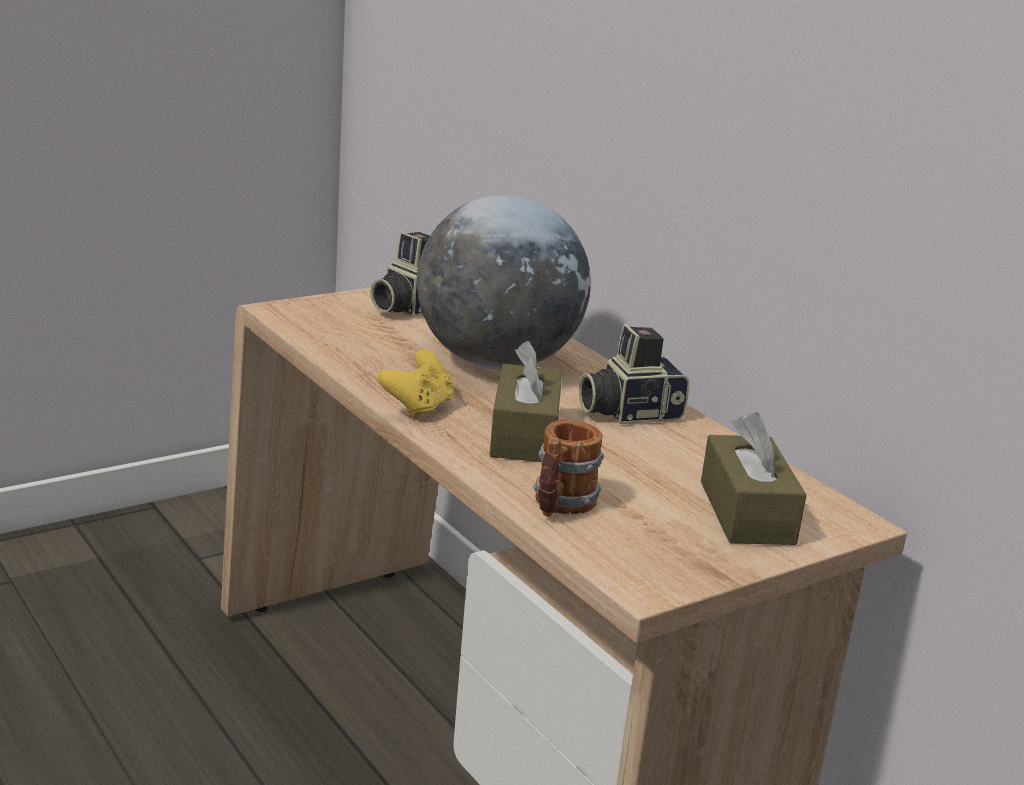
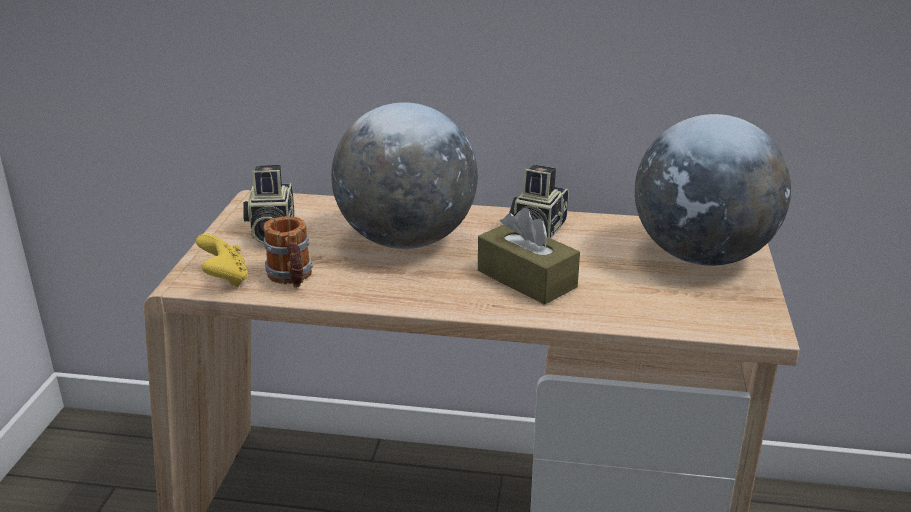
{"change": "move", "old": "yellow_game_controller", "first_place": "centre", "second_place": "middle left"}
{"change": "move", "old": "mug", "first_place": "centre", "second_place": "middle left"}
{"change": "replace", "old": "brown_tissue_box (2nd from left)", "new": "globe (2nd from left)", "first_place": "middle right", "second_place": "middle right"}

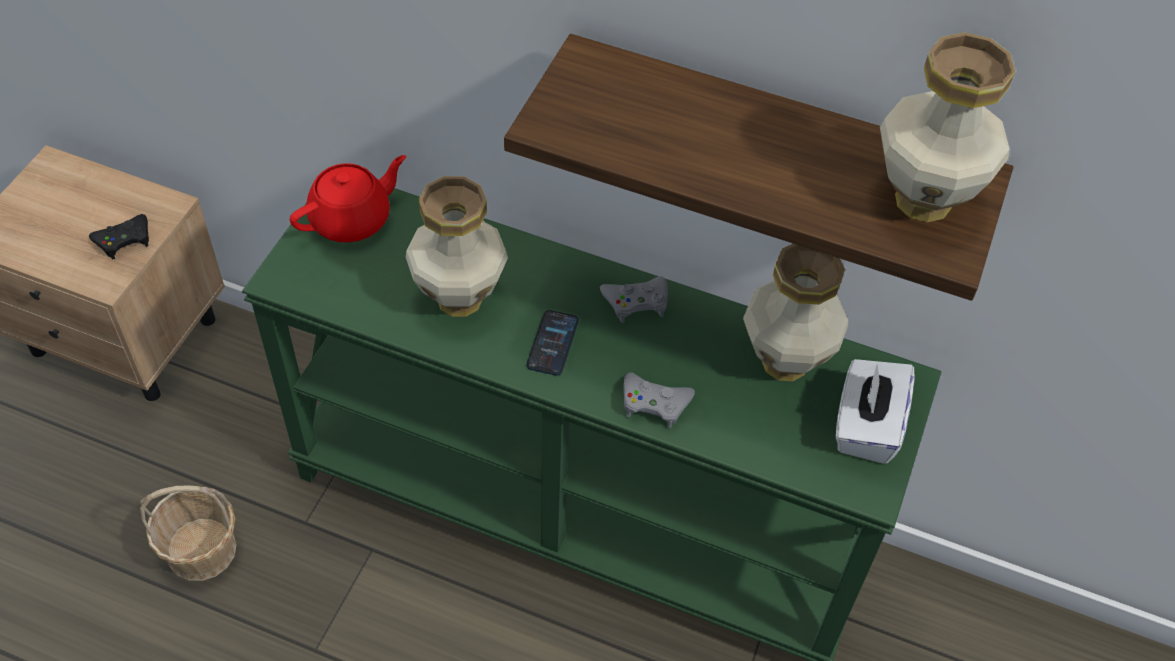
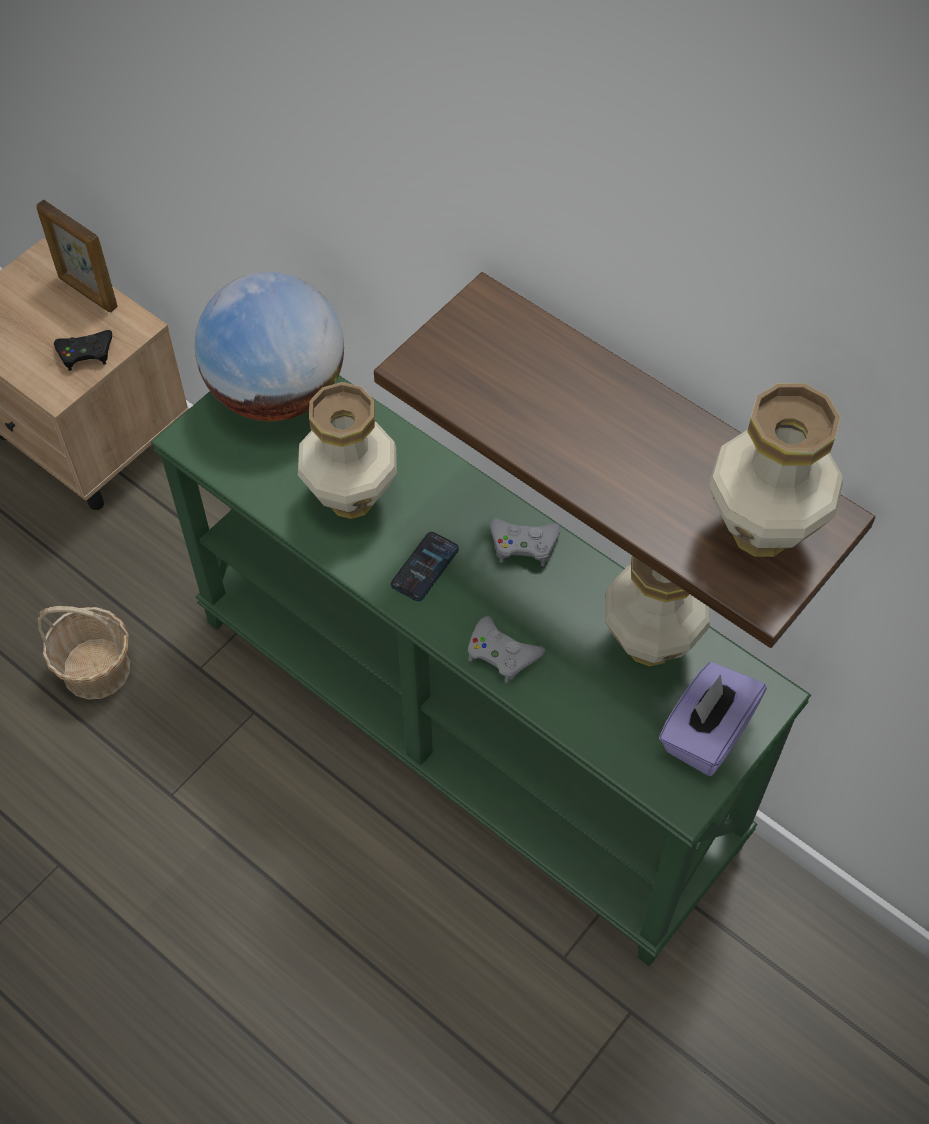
{"change": "replace", "old": "red_teapot", "new": "globe", "first_place": "top left", "second_place": "top left"}
{"change": "recolor", "old": "white_tissue_box", "new": "purple_tissue_box", "first_place": "middle right", "second_place": "middle right"}
{"change": "insert", "new": "picture_frame", "second_place": "top left"}

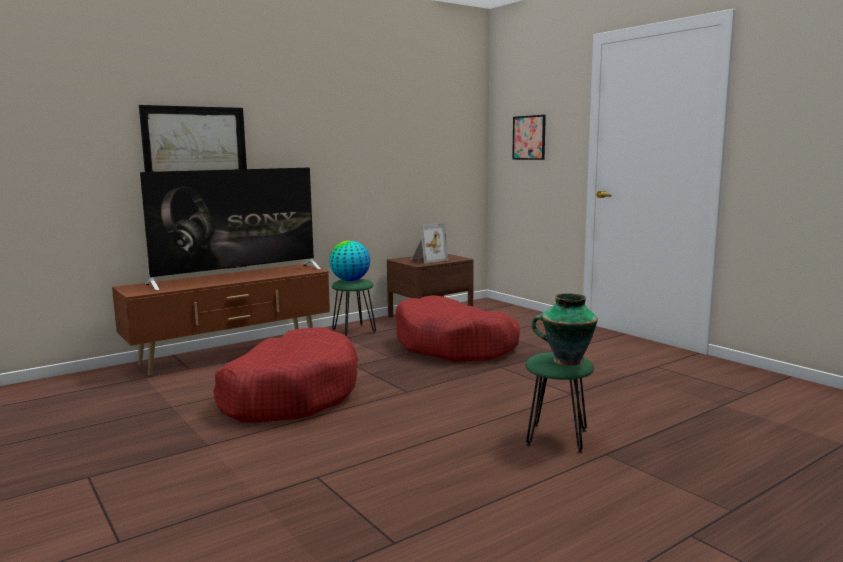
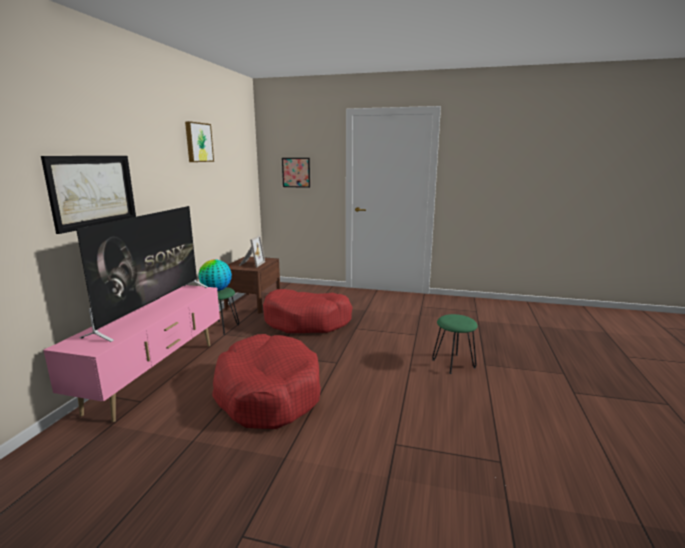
{"change": "recolor", "old": "brown_tv_stand", "new": "pink_tv_stand", "first_place": "middle left", "second_place": "middle left"}
{"change": "delete", "old": "vase", "first_place": "middle right"}
{"change": "insert", "new": "picture (2nd from left)", "second_place": "top left"}

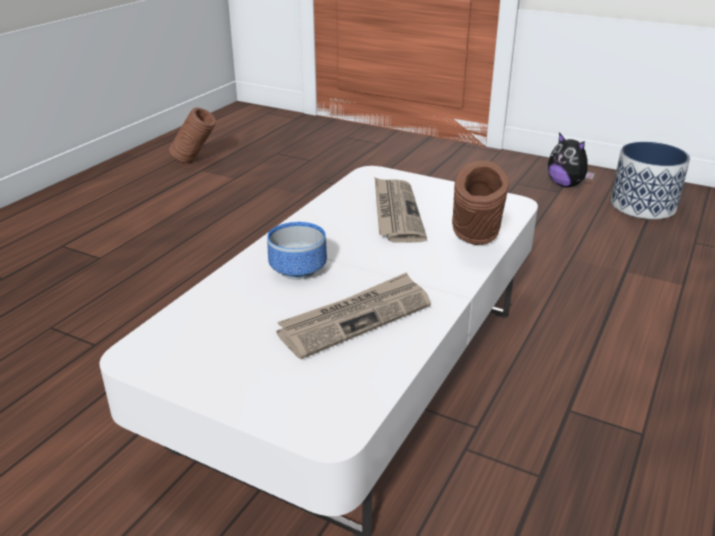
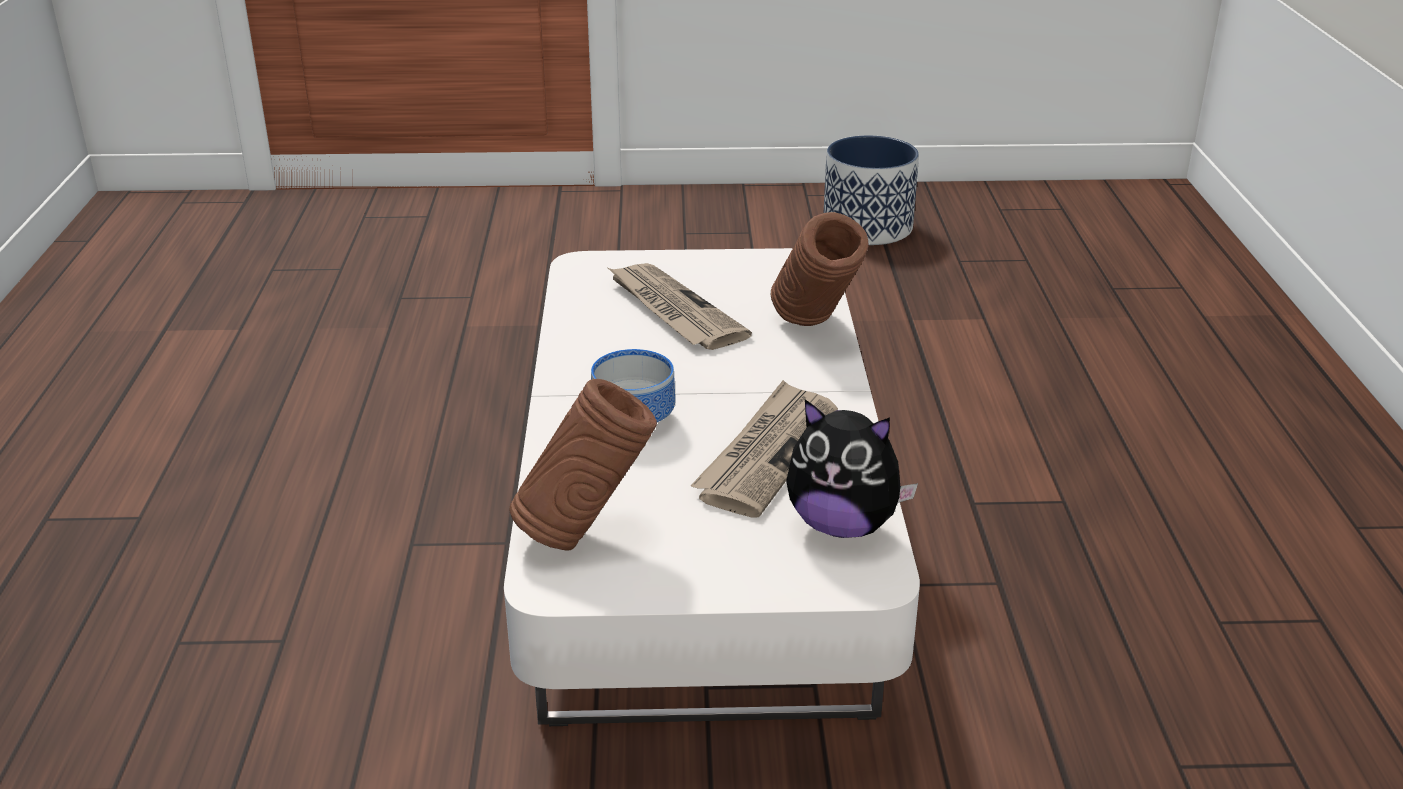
{"change": "move", "old": "brown_vase (1st from left)", "first_place": "top left", "second_place": "centre"}
{"change": "move", "old": "plush_toy", "first_place": "top right", "second_place": "centre"}

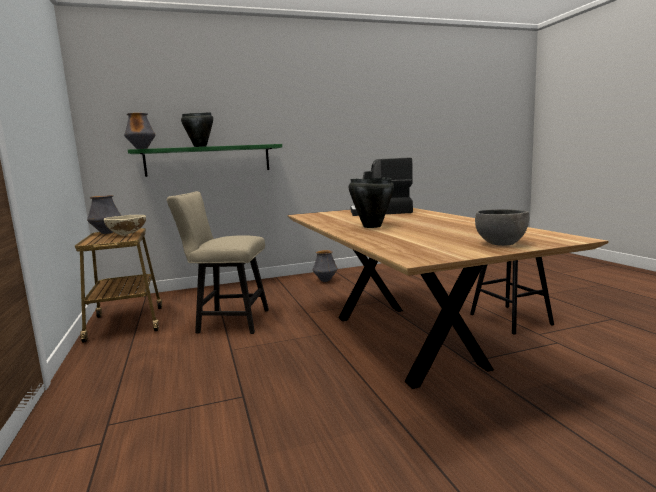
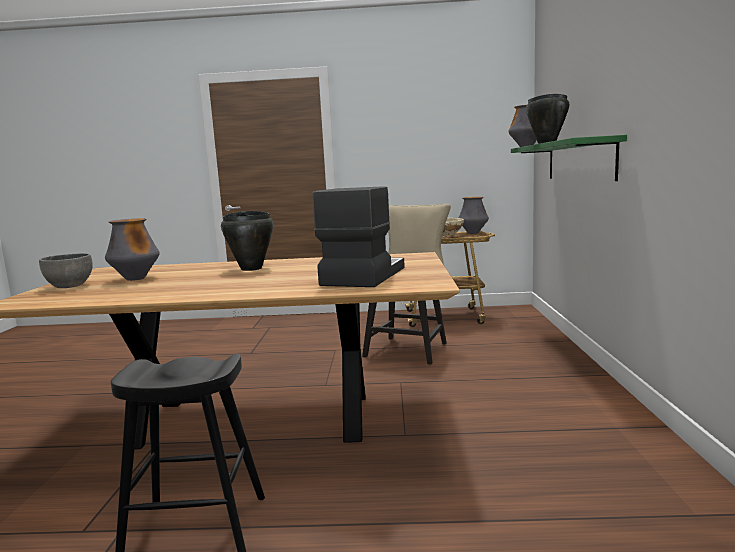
{"change": "move", "old": "vase (3rd from left in the first image)", "new": "vase (1st from left)", "first_place": "centre", "second_place": "middle left"}

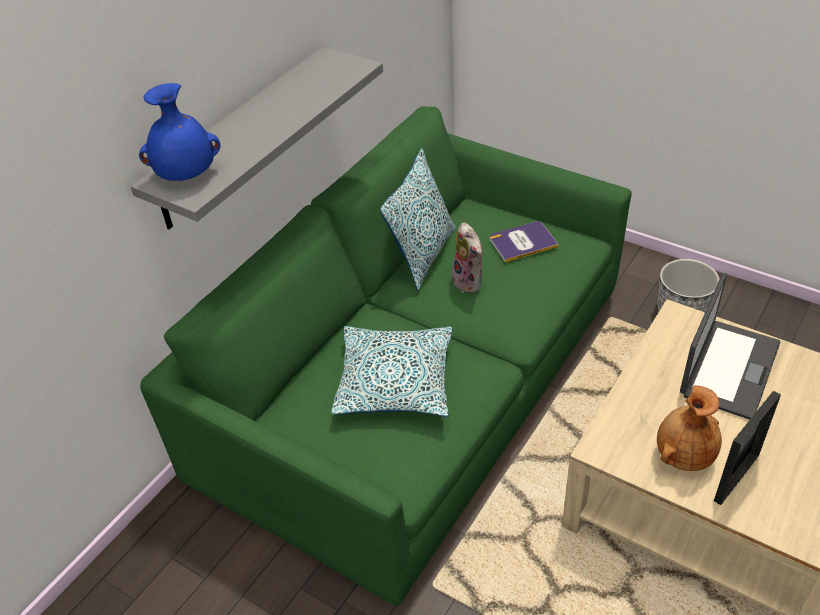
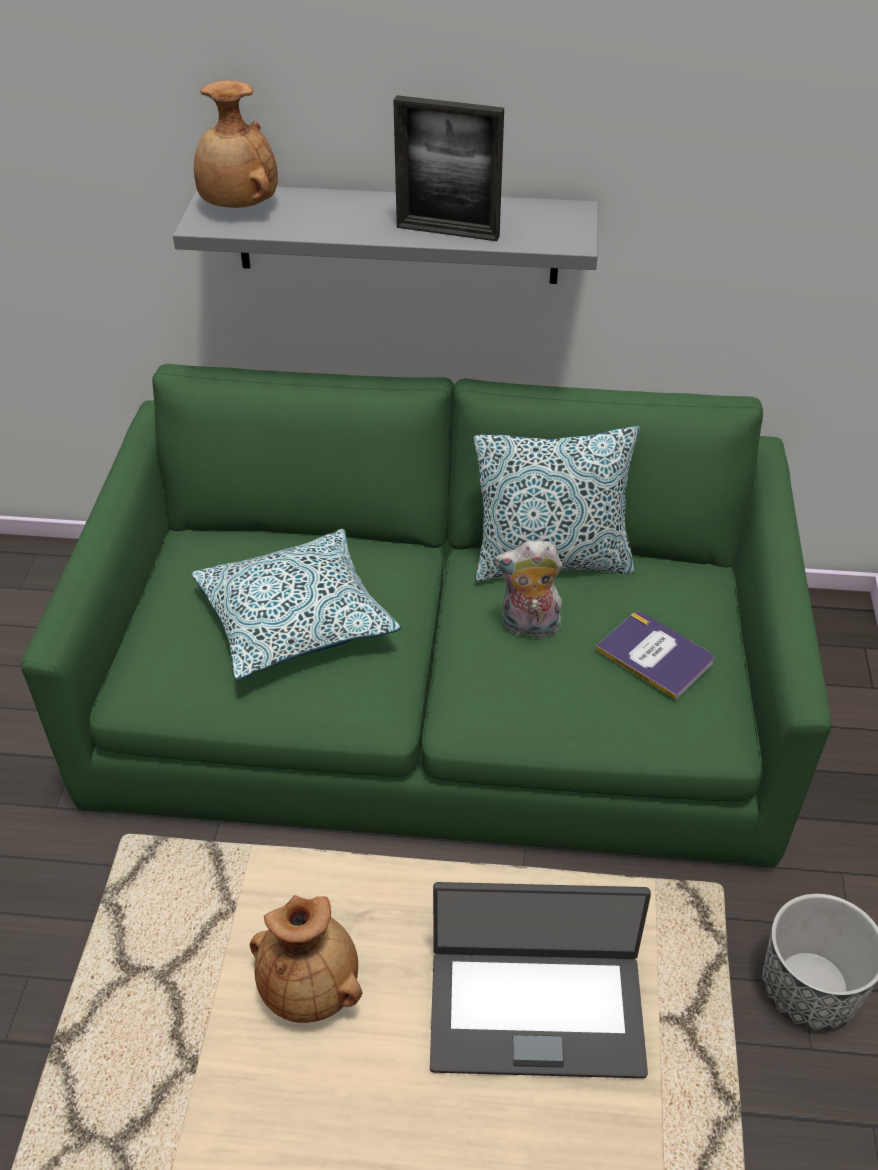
{"change": "recolor", "old": "blue_vase", "new": "brown_vase (1st from left)", "first_place": "top left", "second_place": "top left"}
{"change": "rotate", "old": "plush_toy", "first_place": "centre", "second_place": "centre", "degrees": 60}
{"change": "move", "old": "picture_frame", "first_place": "bottom right", "second_place": "top centre"}

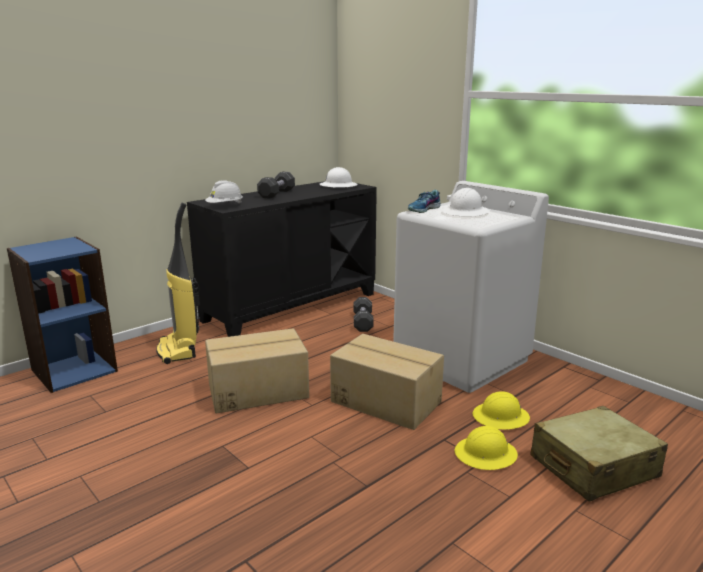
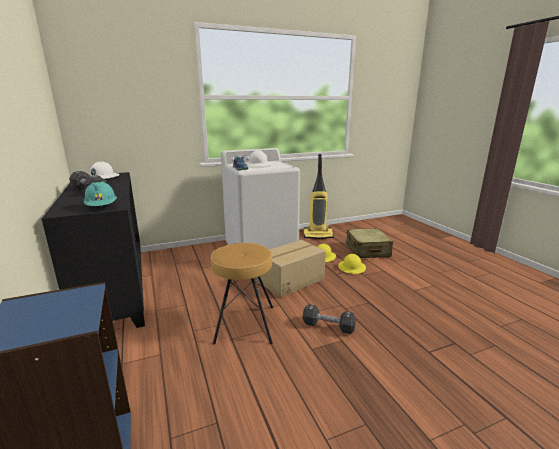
{"change": "move", "old": "vacuum_cleaner", "first_place": "middle left", "second_place": "centre"}
{"change": "recolor", "old": "white_hard_hat (1st from left)", "new": "turquoise_hard_hat", "first_place": "middle left", "second_place": "middle left"}
{"change": "replace", "old": "cardboard_box (1st from left)", "new": "brown_stool", "first_place": "centre", "second_place": "centre"}
{"change": "move", "old": "black_dumbbell (2nd from left)", "first_place": "centre", "second_place": "bottom centre"}

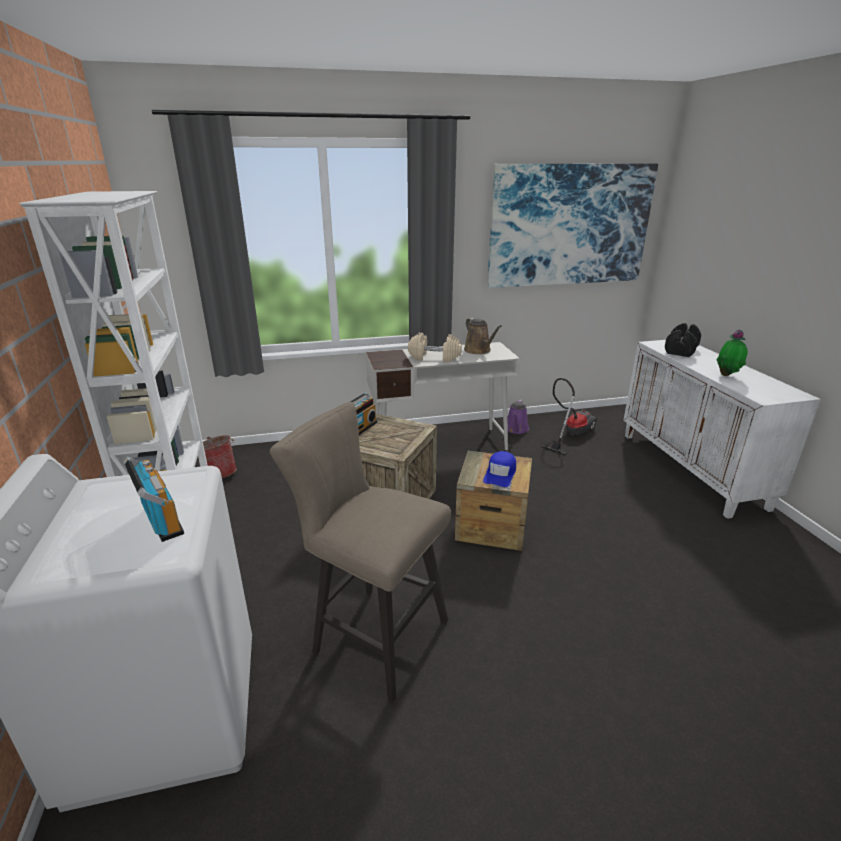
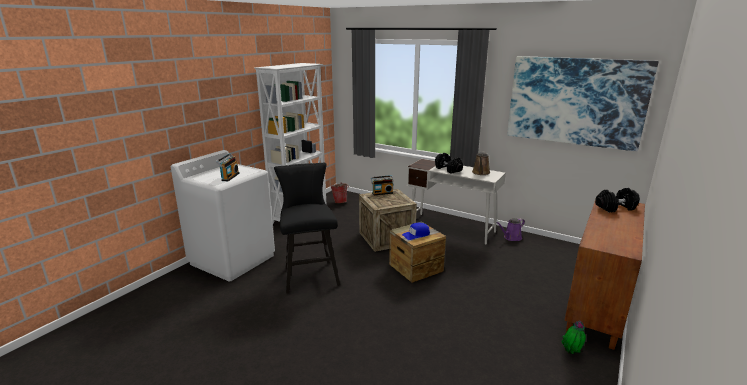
{"change": "recolor", "old": "beige_stool", "new": "black_stool", "first_place": "centre", "second_place": "centre"}
{"change": "recolor", "old": "beige_dumbbell", "new": "black_dumbbell (1st from left)", "first_place": "centre", "second_place": "centre"}
{"change": "delete", "old": "vacuum_cleaner", "first_place": "middle right"}
{"change": "recolor", "old": "white_cabinet", "new": "brown_cabinet", "first_place": "middle right", "second_place": "bottom right"}
{"change": "move", "old": "potted_plant", "first_place": "middle right", "second_place": "bottom right"}

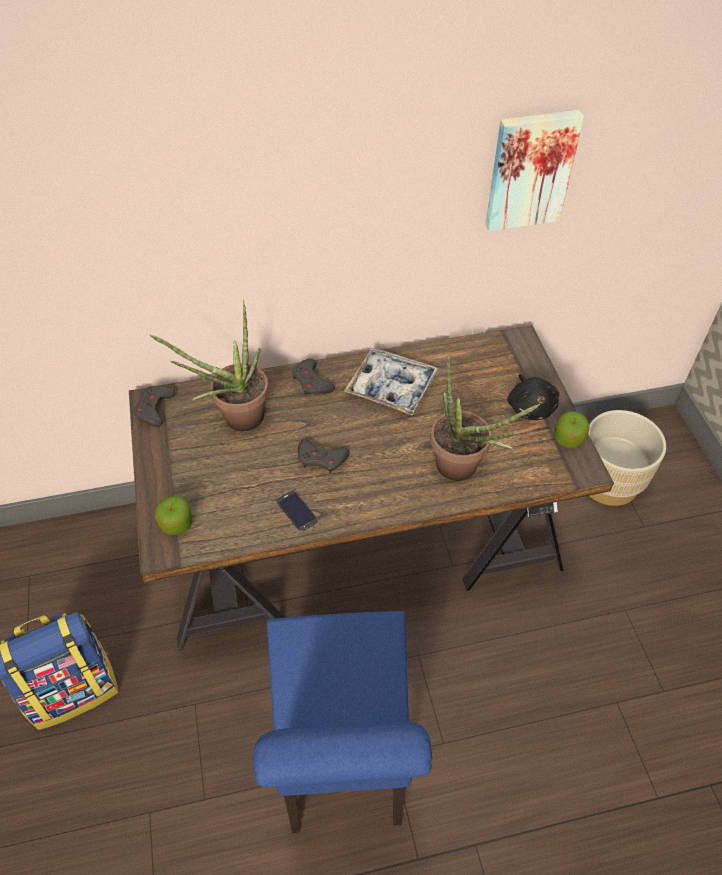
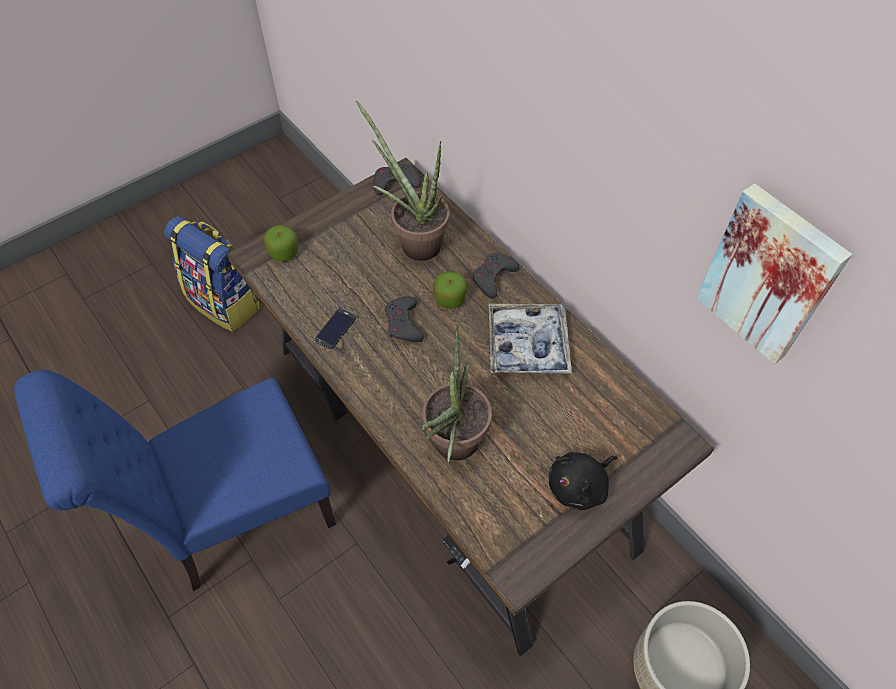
{"change": "move", "old": "apple (2nd from left)", "first_place": "middle right", "second_place": "centre"}

